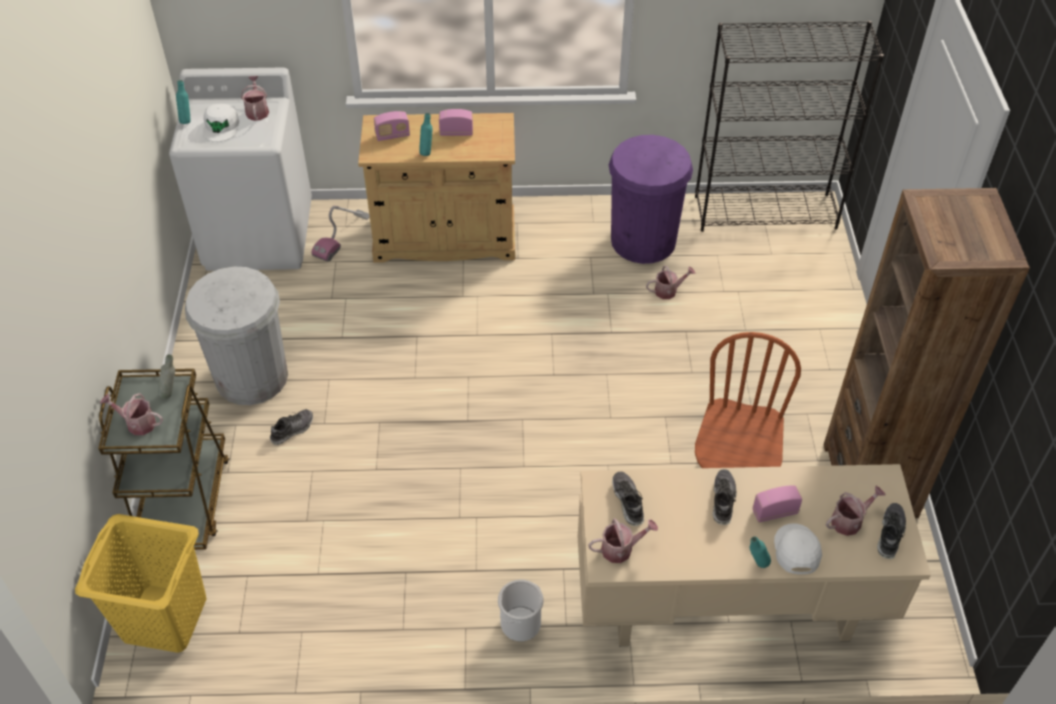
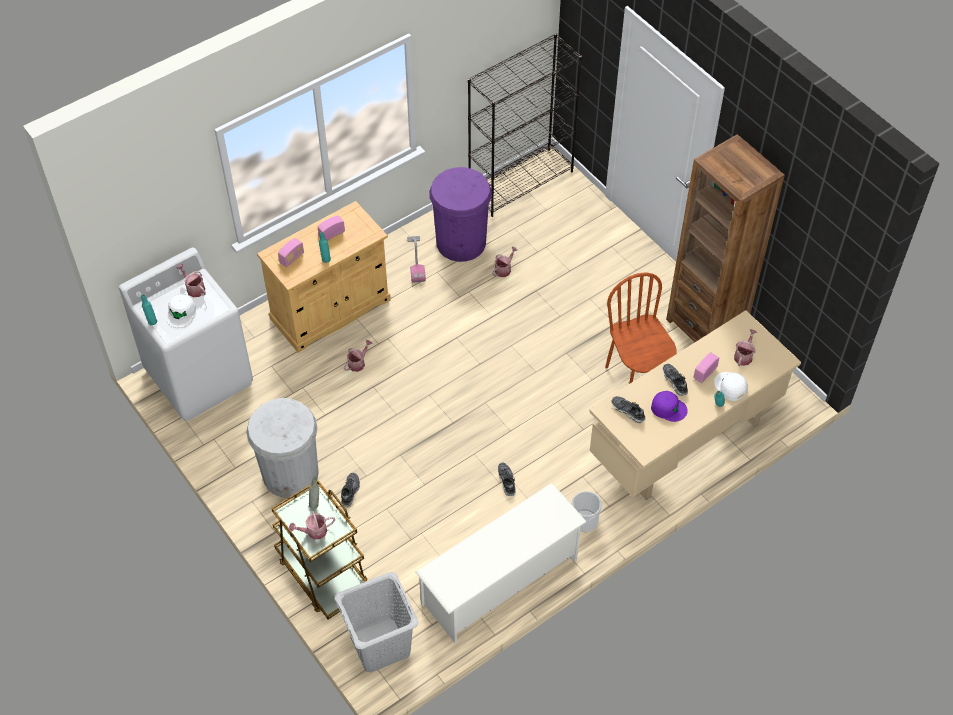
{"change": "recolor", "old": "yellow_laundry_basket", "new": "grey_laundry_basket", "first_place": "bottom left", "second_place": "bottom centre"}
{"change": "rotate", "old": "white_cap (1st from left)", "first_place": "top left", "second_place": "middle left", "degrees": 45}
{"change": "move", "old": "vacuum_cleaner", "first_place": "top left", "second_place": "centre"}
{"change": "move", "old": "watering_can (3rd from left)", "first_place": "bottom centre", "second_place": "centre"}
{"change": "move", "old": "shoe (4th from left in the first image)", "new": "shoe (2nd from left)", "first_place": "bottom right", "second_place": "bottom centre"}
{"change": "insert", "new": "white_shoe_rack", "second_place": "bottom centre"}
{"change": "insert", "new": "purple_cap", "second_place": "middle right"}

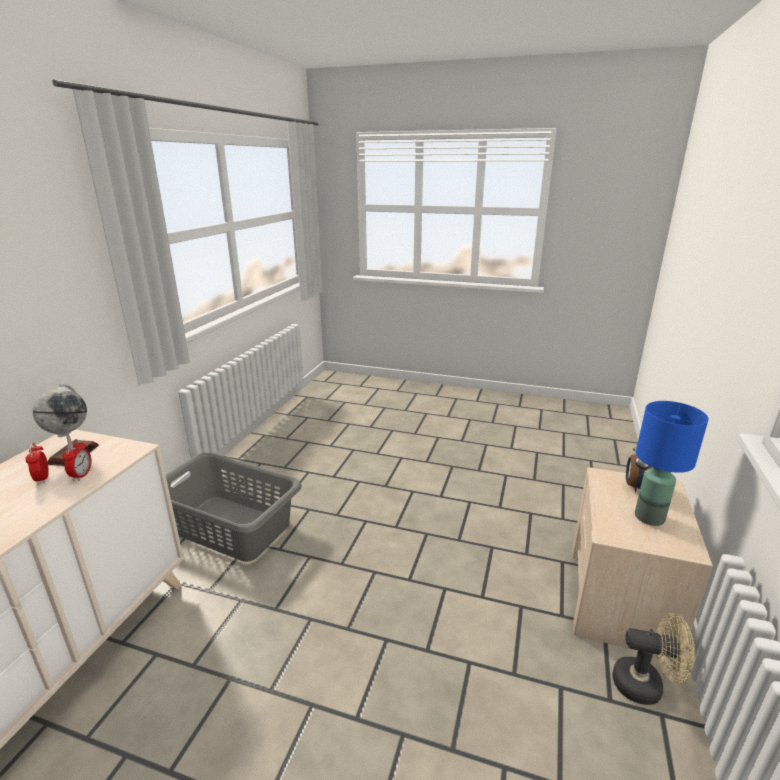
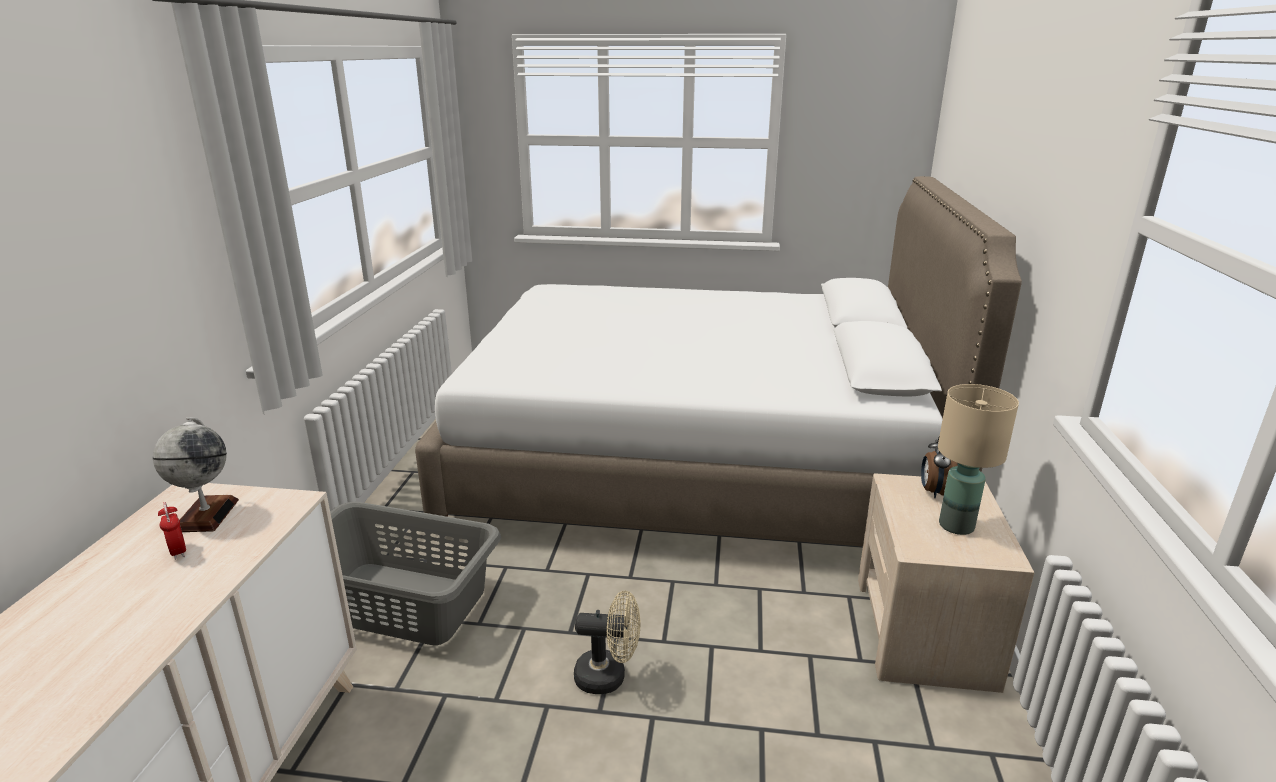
{"change": "delete", "old": "alarm_clock (2nd from left)", "first_place": "middle left"}
{"change": "move", "old": "beige_fan", "first_place": "bottom right", "second_place": "bottom centre"}
{"change": "recolor", "old": "blue_table_lamp", "new": "beige_table_lamp", "first_place": "middle right", "second_place": "middle right"}
{"change": "insert", "new": "white_bed", "second_place": "centre"}

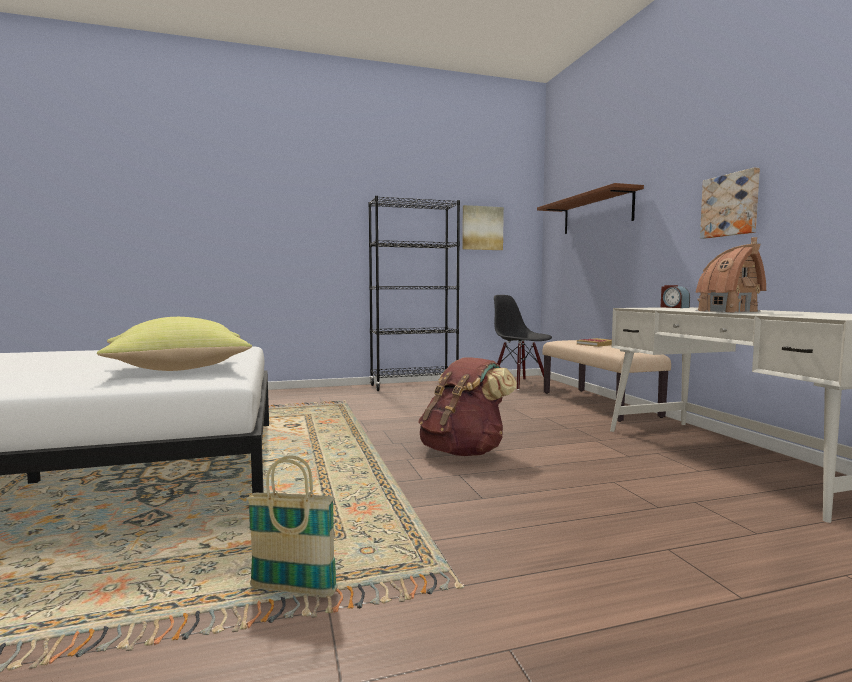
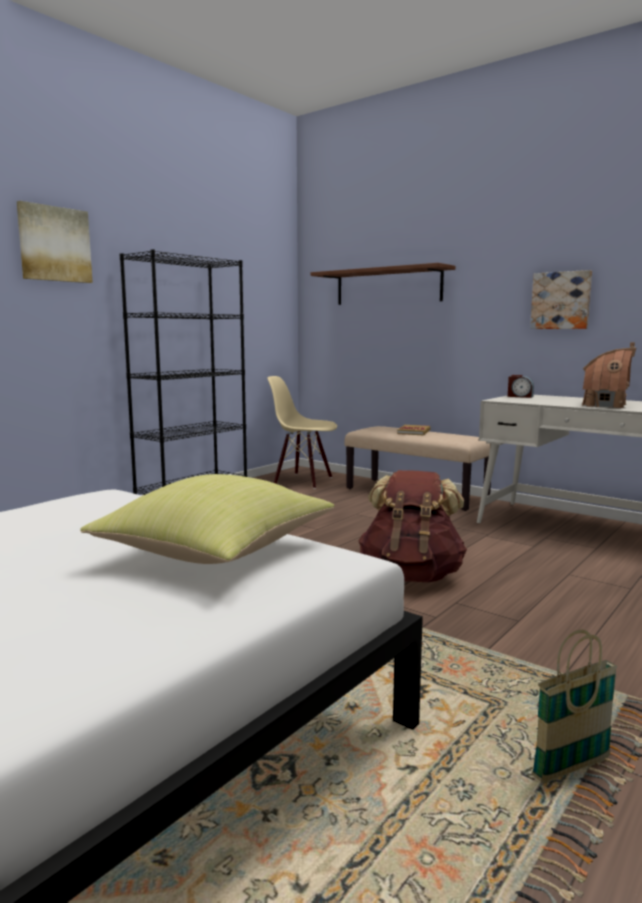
{"change": "move", "old": "picture (1st from left)", "first_place": "top centre", "second_place": "top left"}
{"change": "recolor", "old": "black_chair", "new": "beige_chair", "first_place": "centre", "second_place": "centre"}

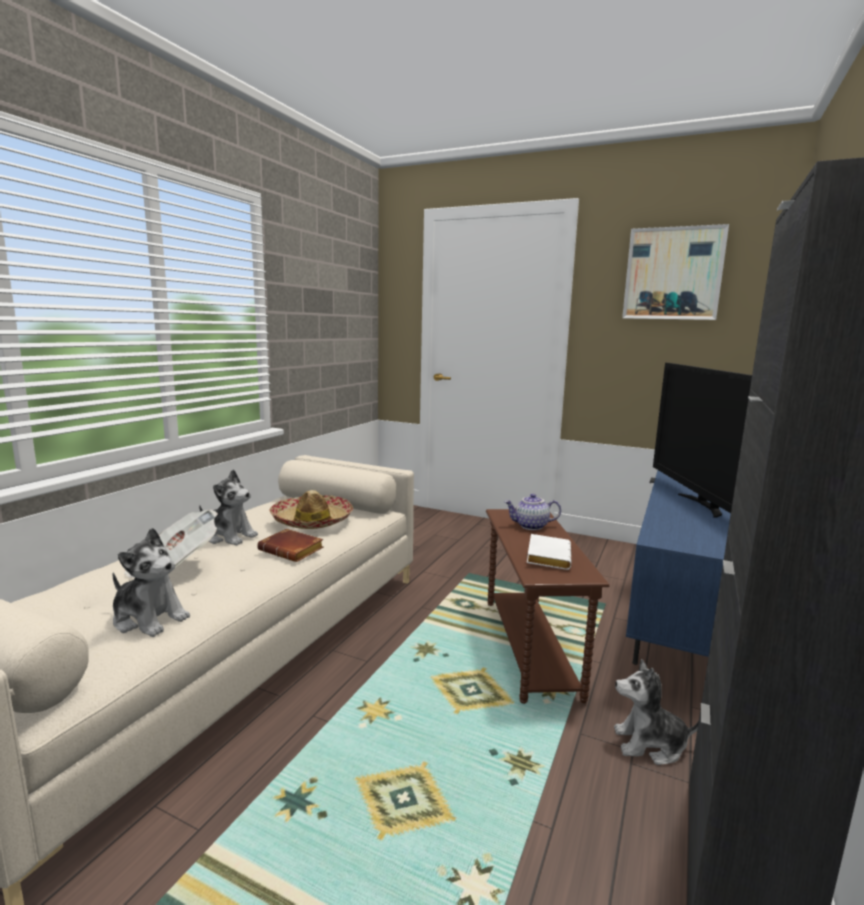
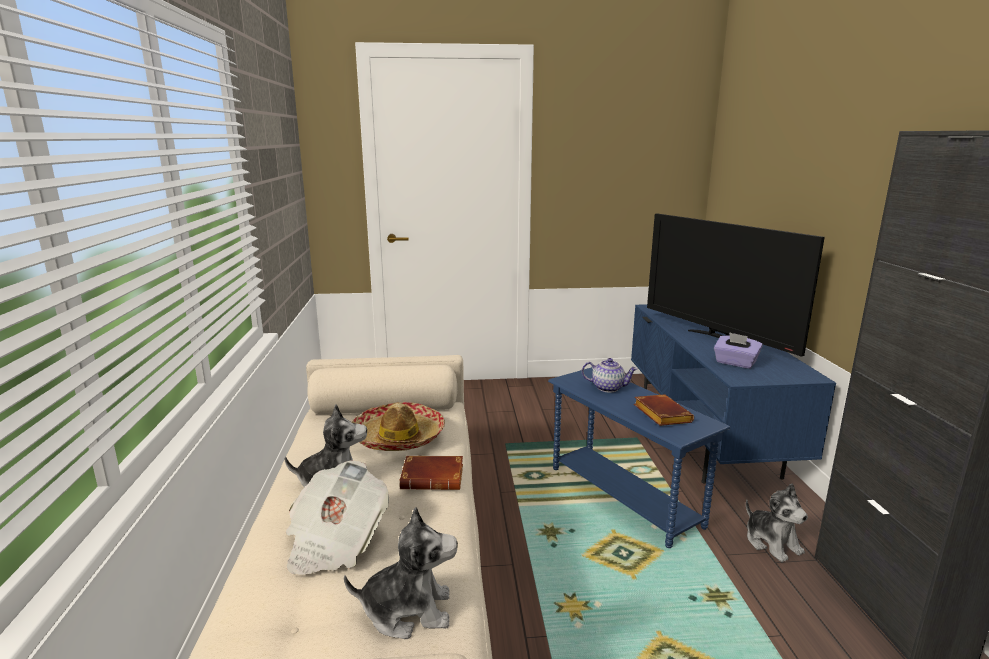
{"change": "recolor", "old": "brown_side_table", "new": "blue_side_table", "first_place": "bottom centre", "second_place": "bottom centre"}
{"change": "rotate", "old": "teapot", "first_place": "centre", "second_place": "centre", "degrees": -135}
{"change": "recolor", "old": "white_book", "new": "brown_book (2nd from left)", "first_place": "centre", "second_place": "middle right"}
{"change": "rotate", "old": "plush_toy (3rd from left)", "first_place": "bottom right", "second_place": "bottom right", "degrees": -90}
{"change": "delete", "old": "picture", "first_place": "top right"}
{"change": "insert", "new": "purple_tissue_box", "second_place": "middle right"}

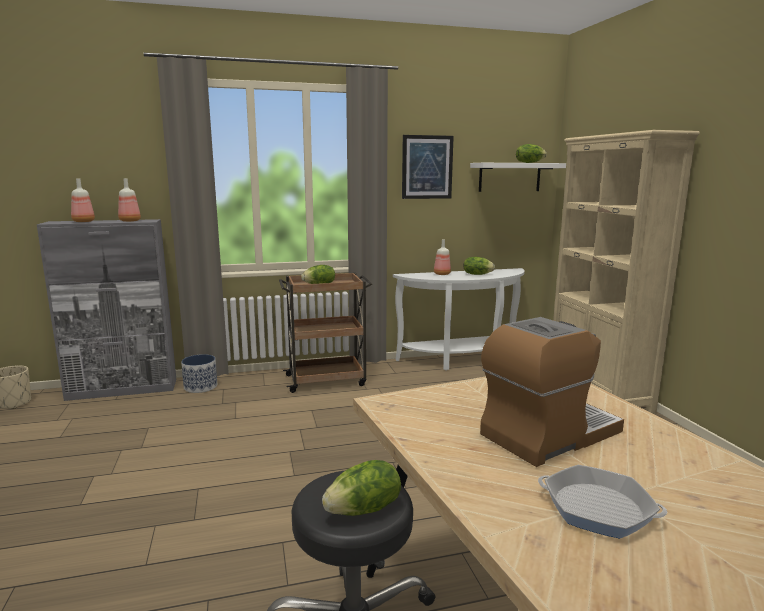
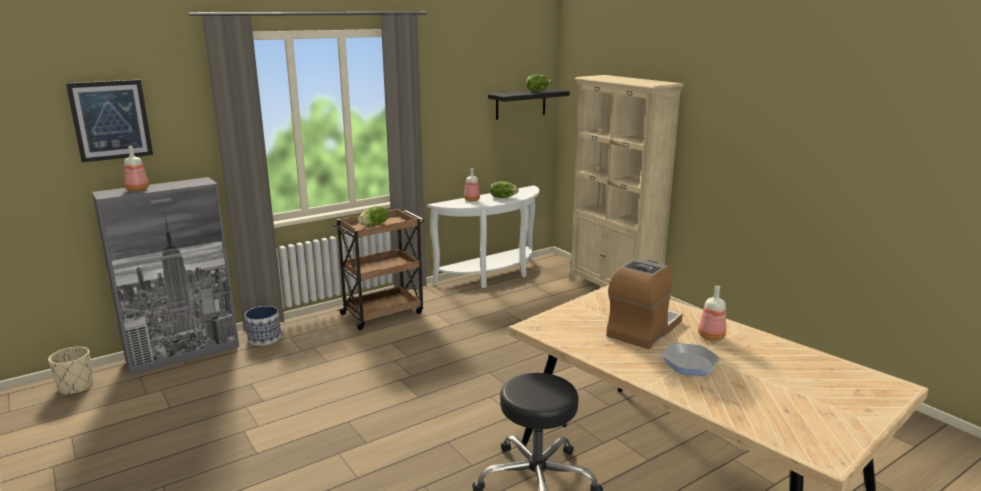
{"change": "move", "old": "bottle (2nd from left in the first image)", "new": "bottle (3rd from left)", "first_place": "top left", "second_place": "middle right"}
{"change": "delete", "old": "lettuce (2nd from left)", "first_place": "bottom centre"}
{"change": "move", "old": "picture", "first_place": "top centre", "second_place": "top left"}
{"change": "recolor", "old": "white_shelf", "new": "black_shelf", "first_place": "top right", "second_place": "top centre"}
{"change": "rotate", "old": "frying_pan", "first_place": "bottom right", "second_place": "bottom right", "degrees": 60}

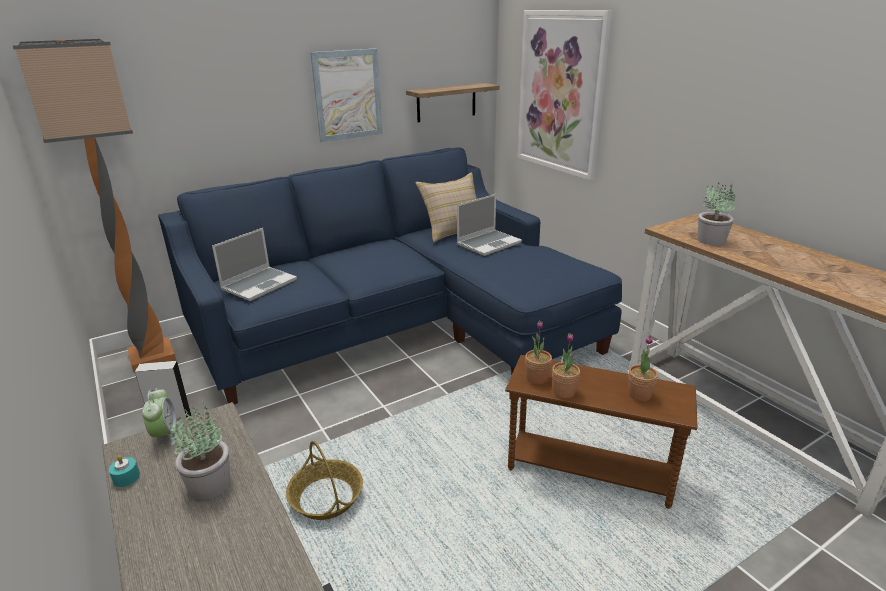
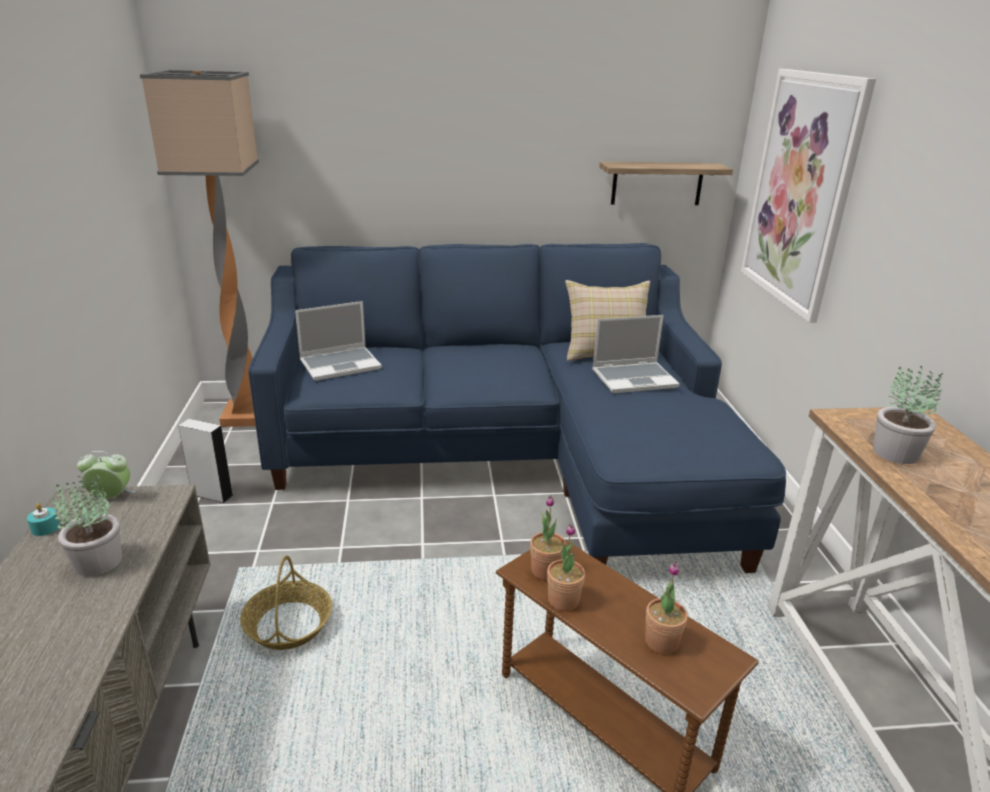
{"change": "rotate", "old": "alarm_clock", "first_place": "bottom left", "second_place": "middle left", "degrees": -105}
{"change": "delete", "old": "picture (1st from left)", "first_place": "top centre"}

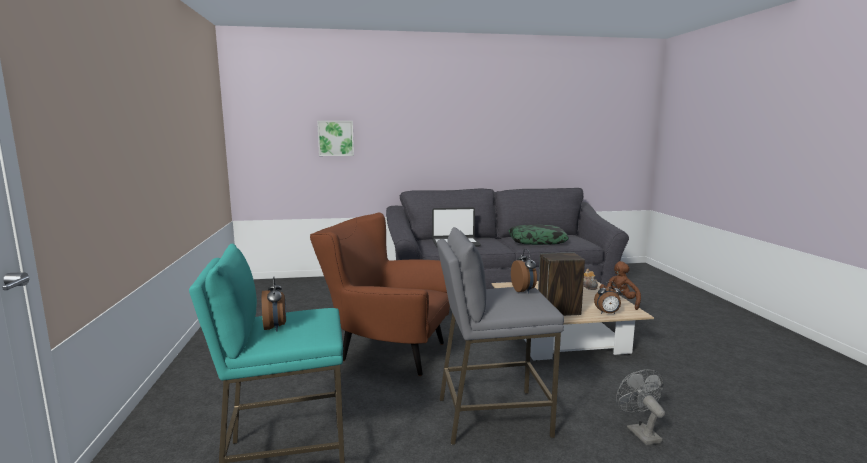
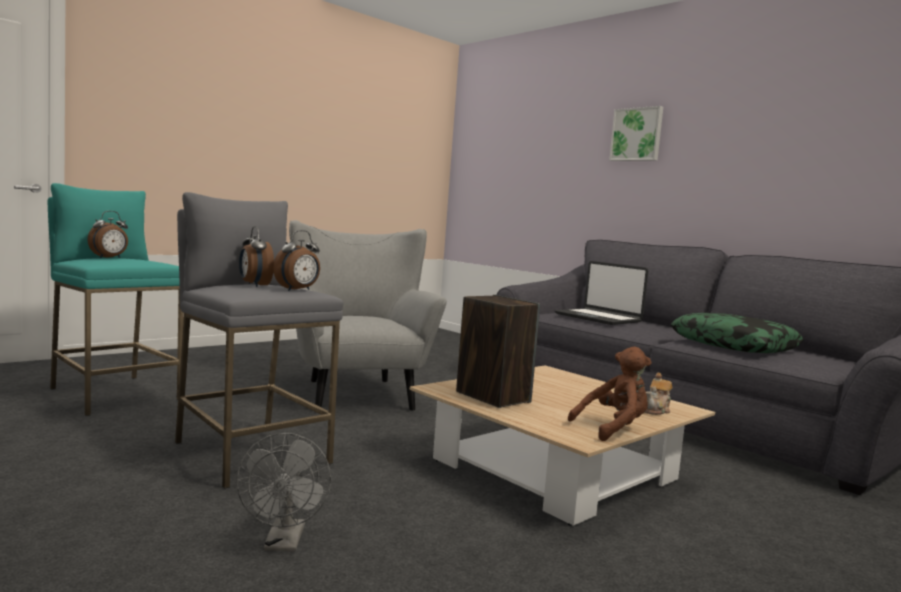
{"change": "recolor", "old": "brown_armchair", "new": "grey_armchair", "first_place": "centre", "second_place": "centre"}
{"change": "move", "old": "picture", "first_place": "top centre", "second_place": "top right"}
{"change": "move", "old": "alarm_clock (3rd from left in the first image)", "new": "alarm_clock (2nd from left)", "first_place": "middle right", "second_place": "middle left"}
{"change": "rotate", "old": "grey_fan", "first_place": "bottom right", "second_place": "bottom left", "degrees": 135}

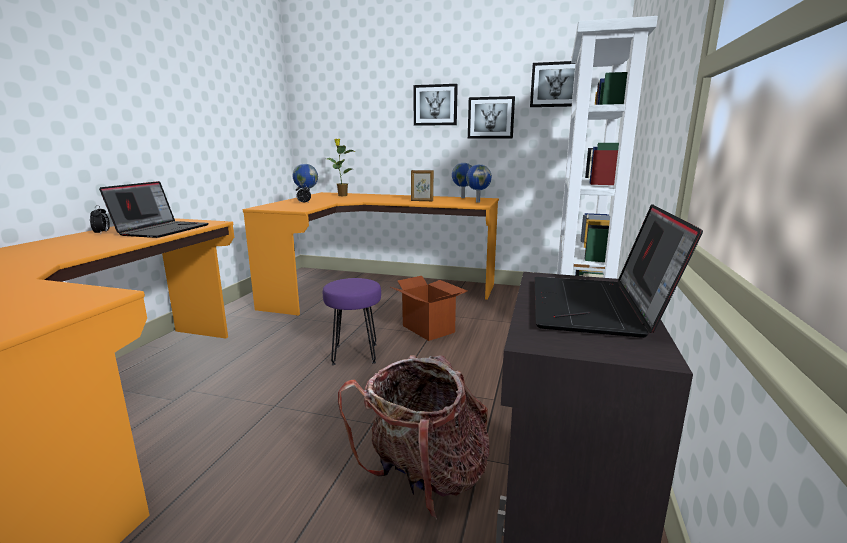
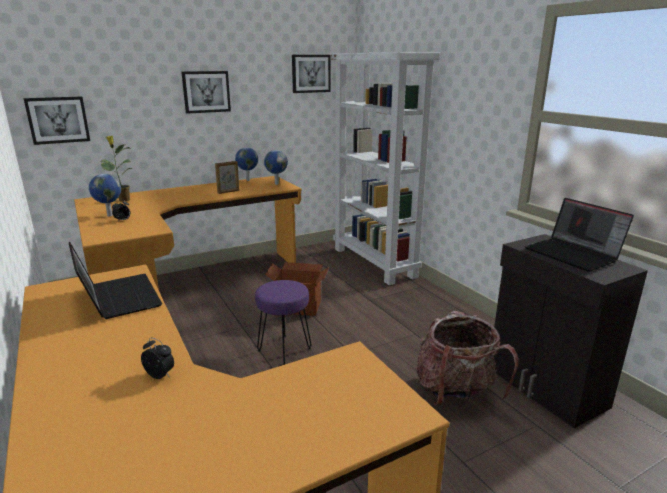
{"change": "move", "old": "alarm_clock (1st from left in the first image)", "new": "alarm_clock (2nd from left)", "first_place": "middle left", "second_place": "bottom left"}
{"change": "move", "old": "picture (2nd from left in the first image)", "new": "picture (1st from left)", "first_place": "top centre", "second_place": "top left"}

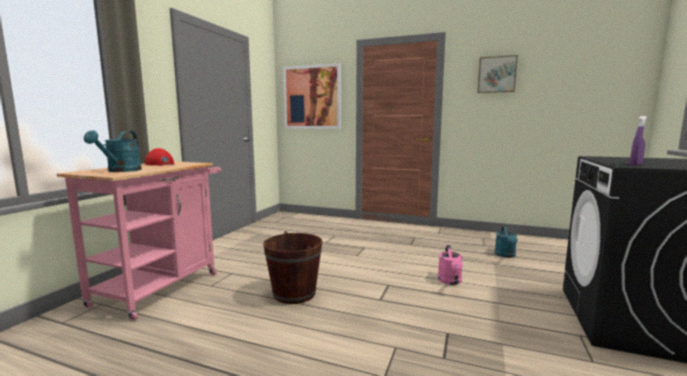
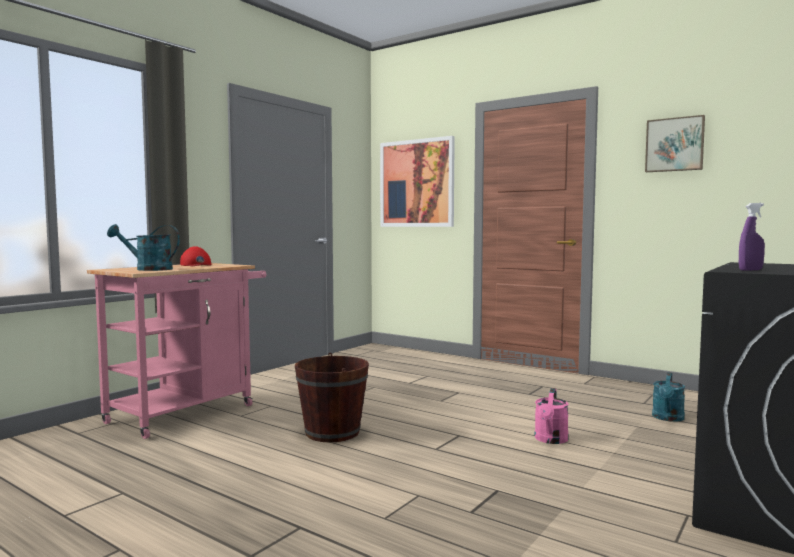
{"change": "rotate", "old": "turquoise_watering_can (1st from left)", "first_place": "middle left", "second_place": "middle left", "degrees": 75}

